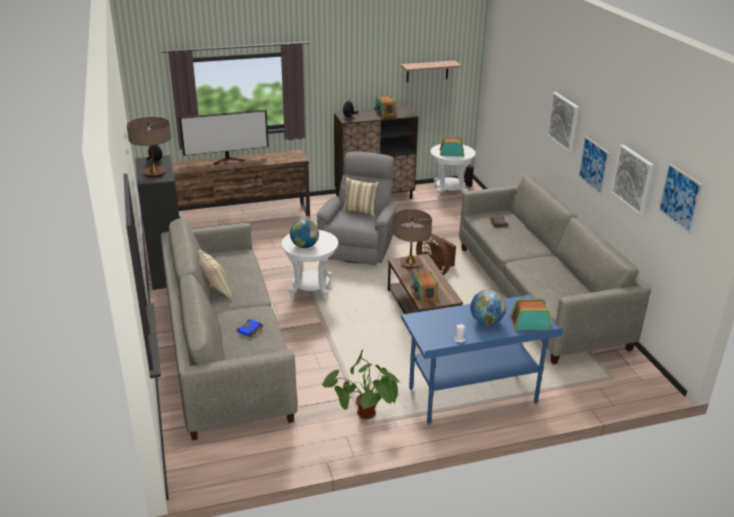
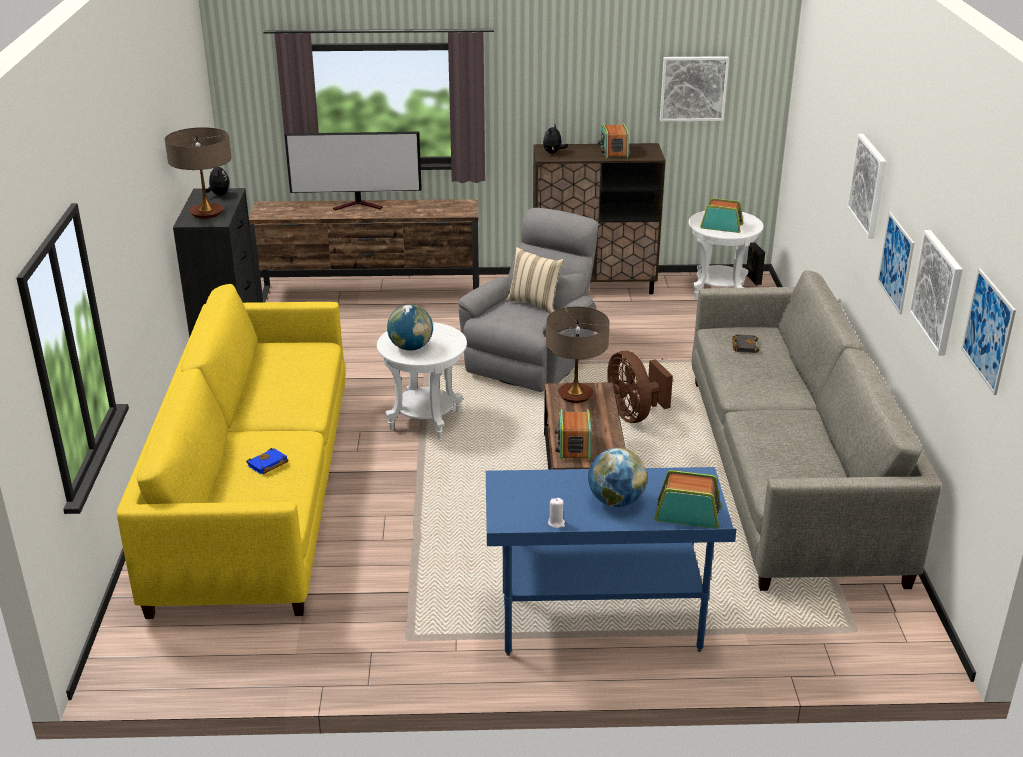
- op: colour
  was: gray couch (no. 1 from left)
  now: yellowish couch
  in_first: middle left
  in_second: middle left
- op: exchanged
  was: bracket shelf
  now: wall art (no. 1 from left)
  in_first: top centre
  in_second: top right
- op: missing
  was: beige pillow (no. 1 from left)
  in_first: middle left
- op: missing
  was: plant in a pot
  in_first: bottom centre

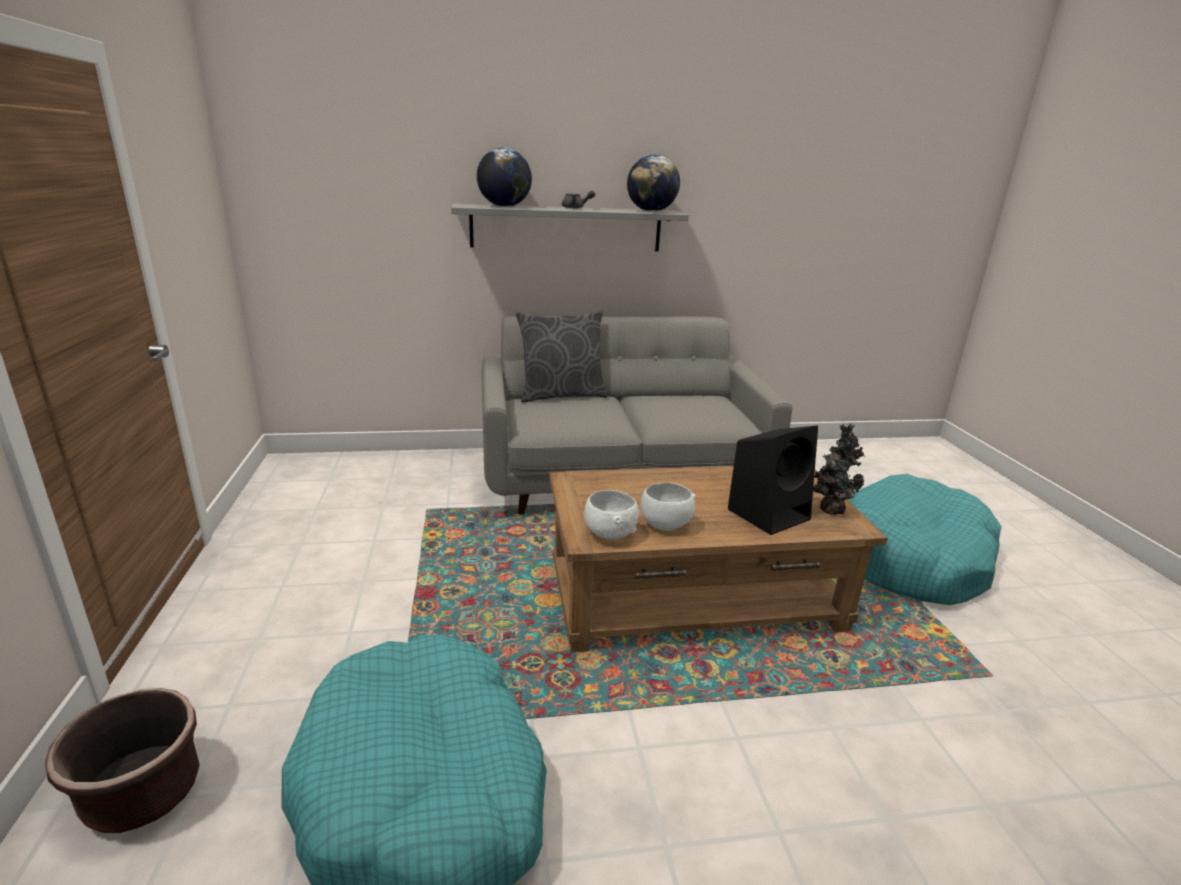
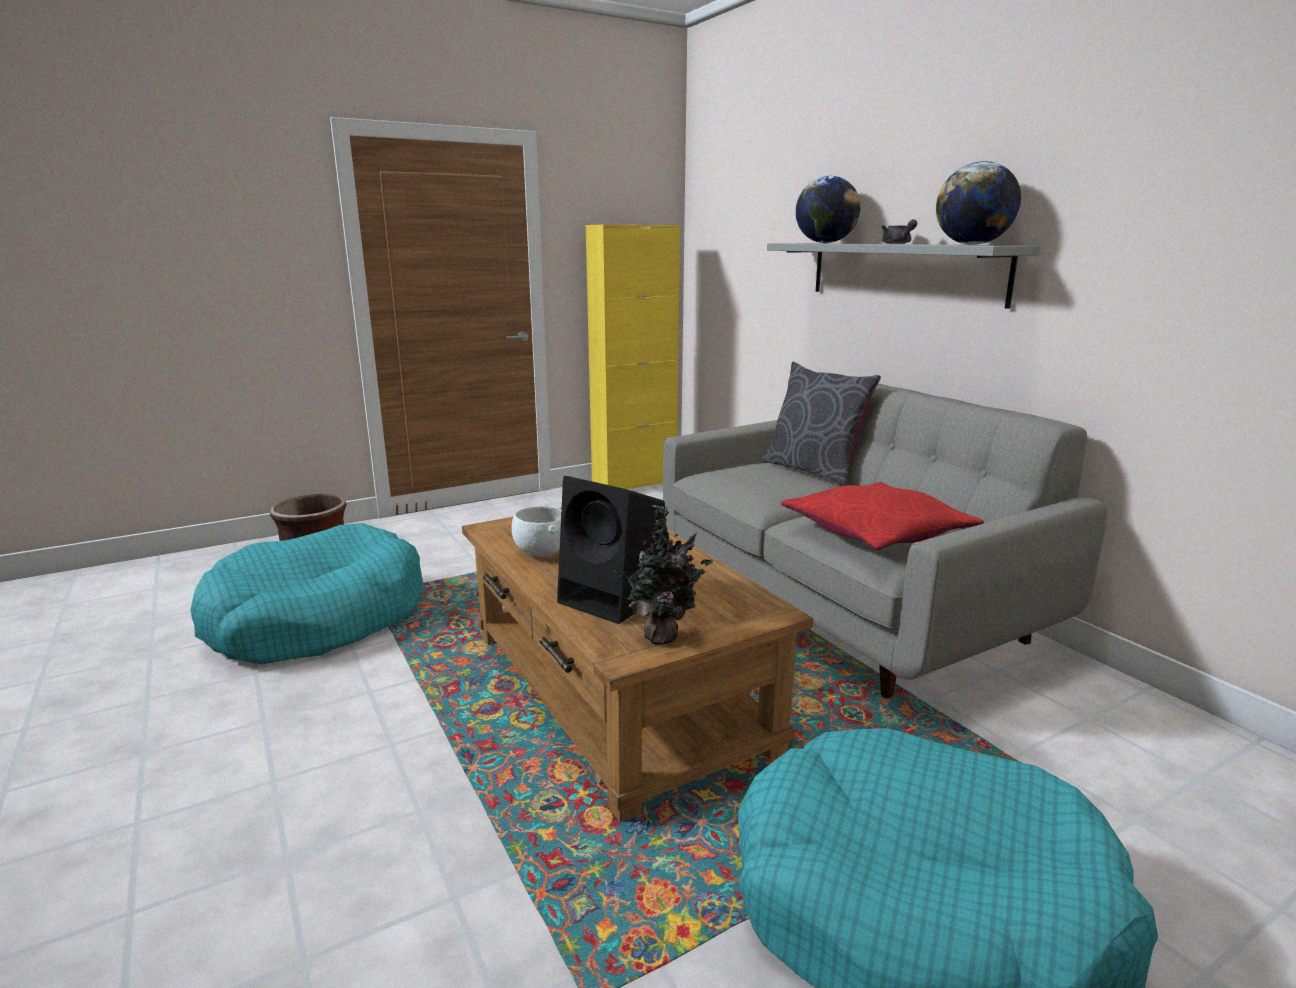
- op: appeared
  now: yellowish cupboard
  in_second: centre
- op: appeared
  now: reddish pillow
  in_second: middle right
- op: missing
  was: white-coloured serving bowl (no. 1 from left)
  in_first: centre

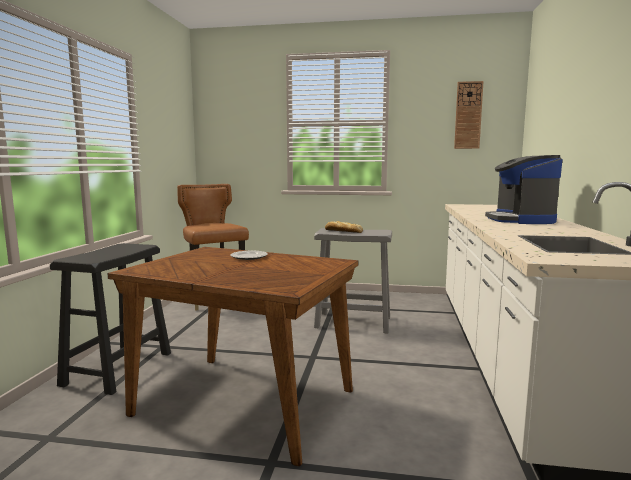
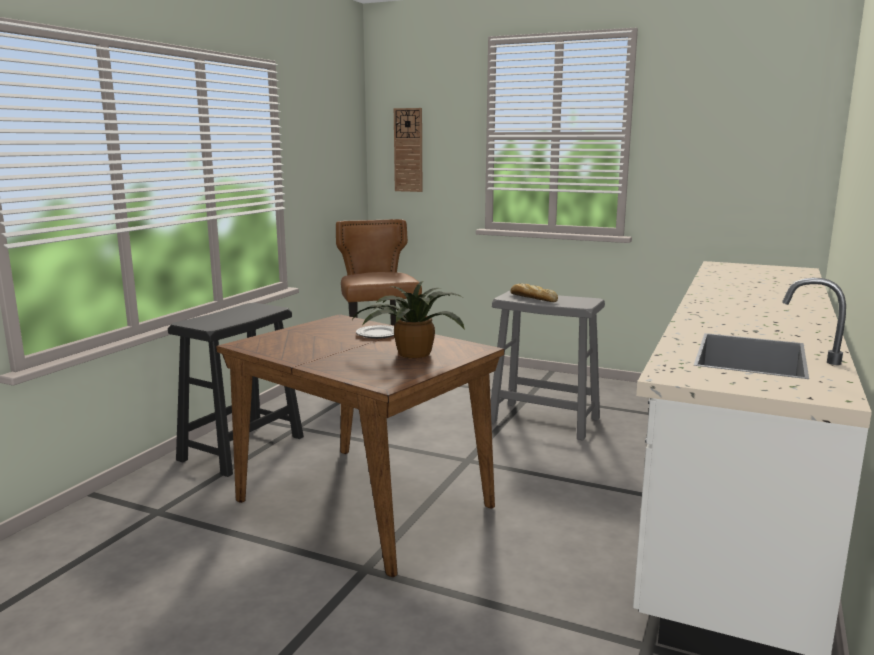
- op: appeared
  now: plant in a pot
  in_second: centre
- op: relocated
  was: wall clock
  in_first: top right
  in_second: top centre
- op: missing
  was: coffee maker
  in_first: middle right

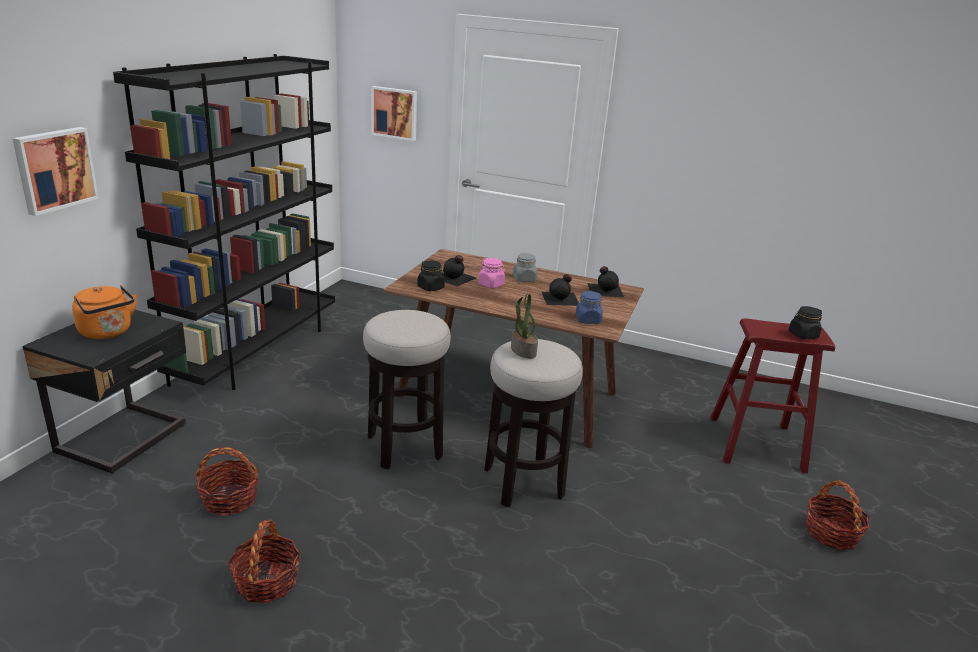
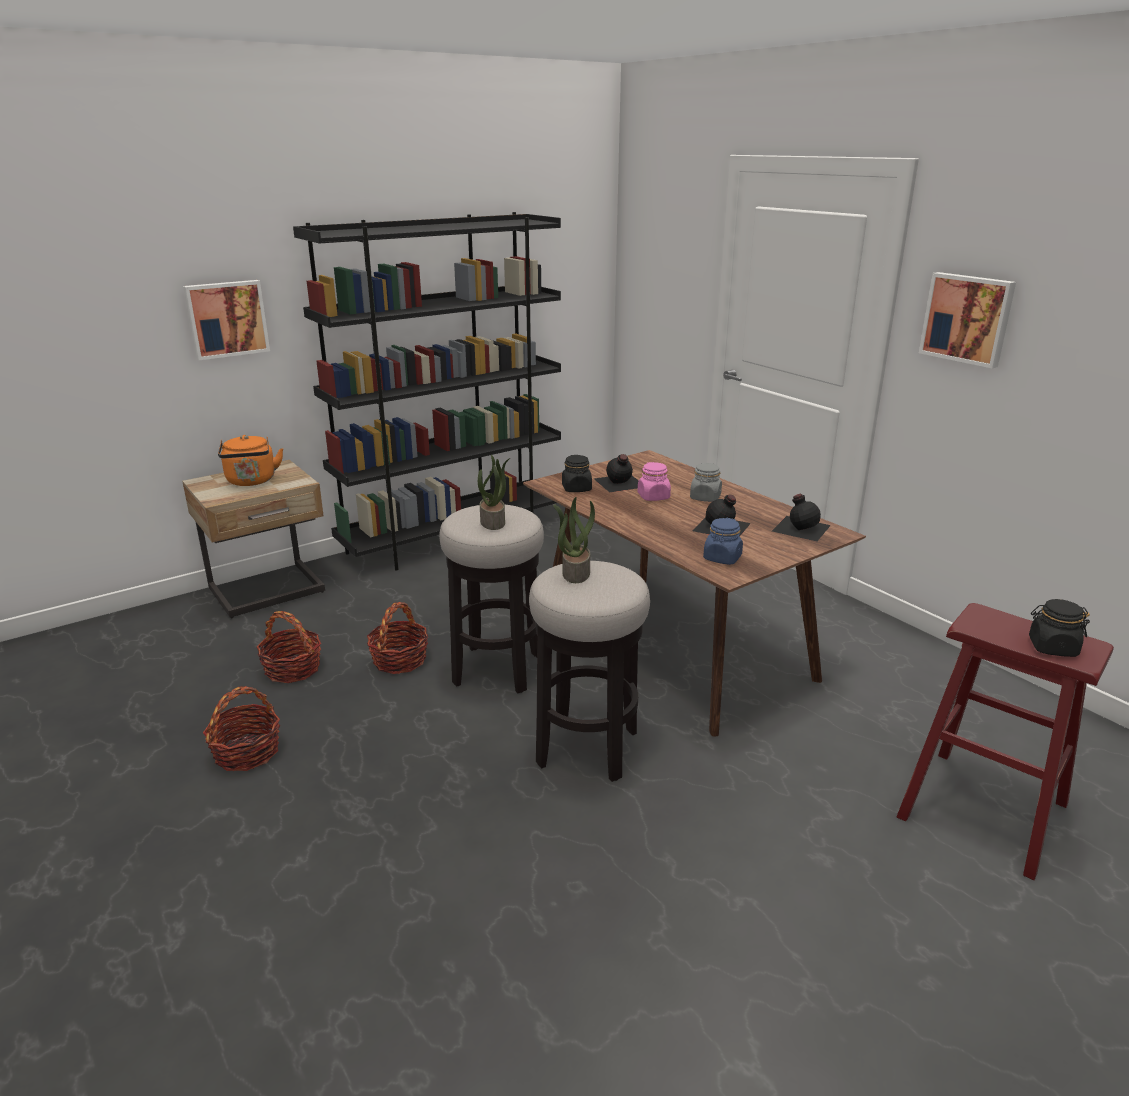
- op: colour
  was: blackish nightstand
  now: beige nightstand
  in_first: middle left
  in_second: middle left
- op: relocated
  was: household basket (no. 3 from left)
  in_first: bottom right
  in_second: centre
- op: appeared
  now: plant in a pot (no. 1 from left)
  in_second: centre
- op: relocated
  was: wall art (no. 2 from left)
  in_first: top centre
  in_second: top right

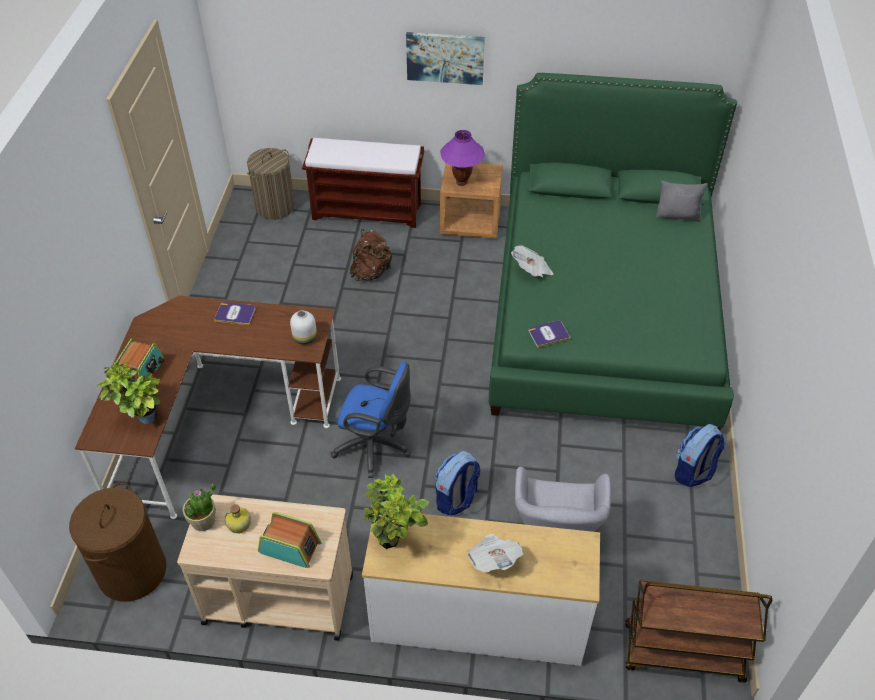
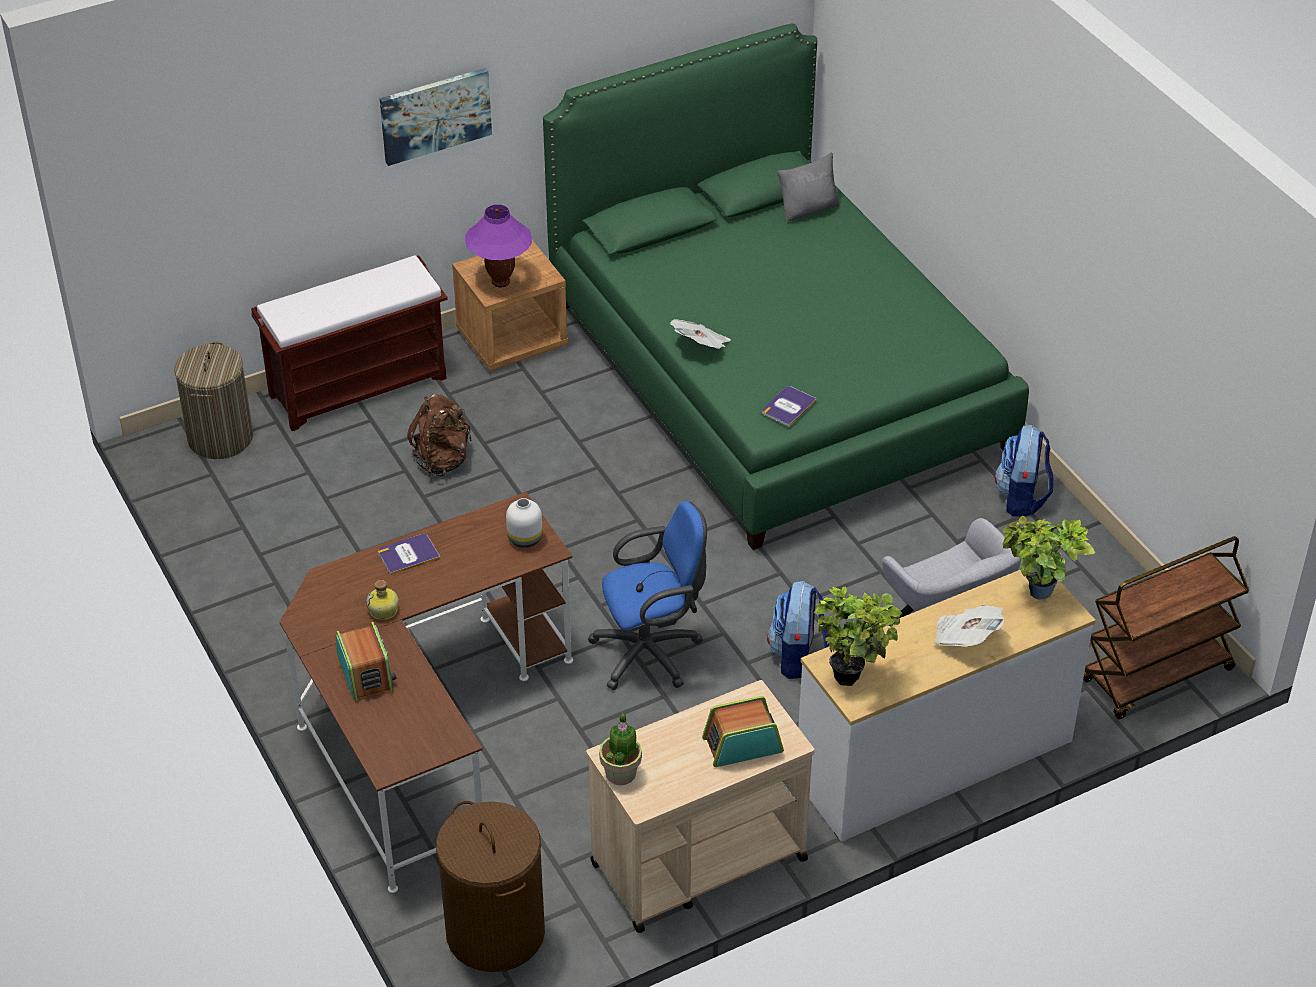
- op: relocated
  was: bottle
  in_first: bottom left
  in_second: middle left
- op: relocated
  was: plant in a pot (no. 1 from left in the first image)
  now: plant in a pot (no. 3 from left)
  in_first: middle left
  in_second: middle right

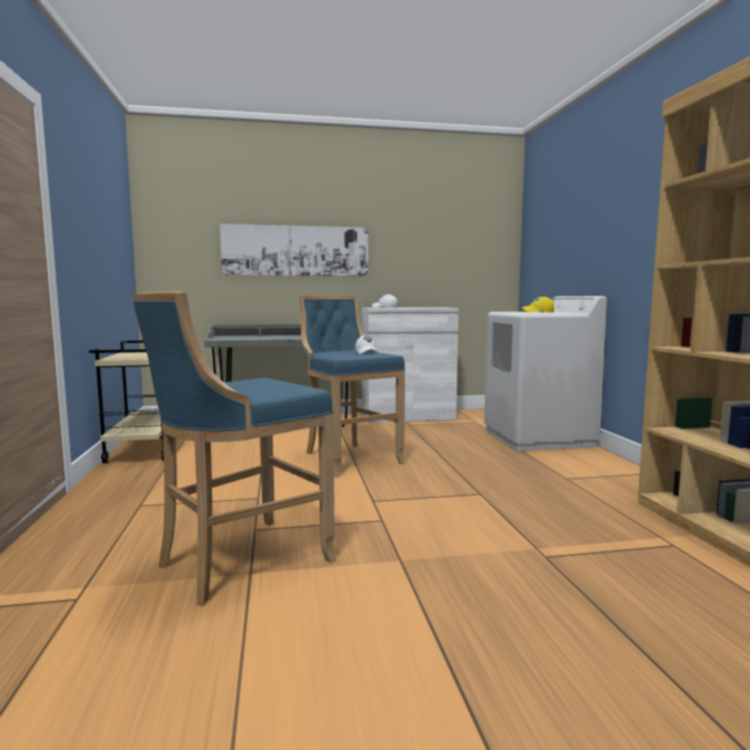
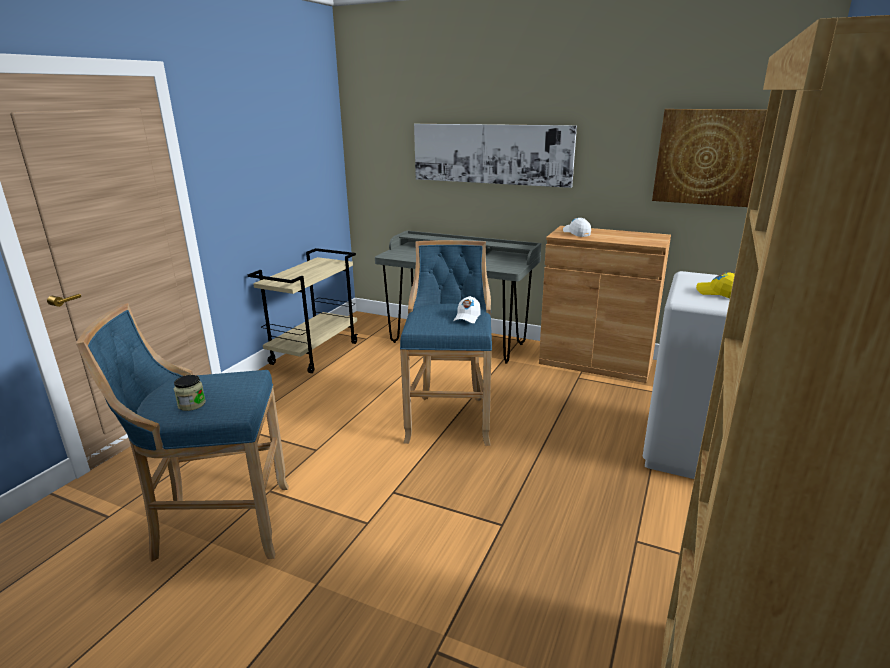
- op: appeared
  now: jar
  in_second: middle left
- op: colour
  was: white-coloured cupboard
  now: brown cupboard
  in_first: centre
  in_second: middle right
- op: appeared
  now: wall art (no. 2 from left)
  in_second: top right

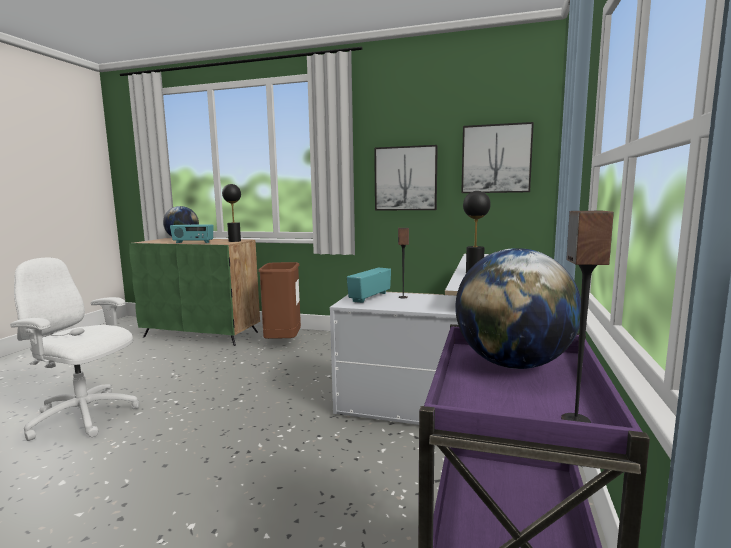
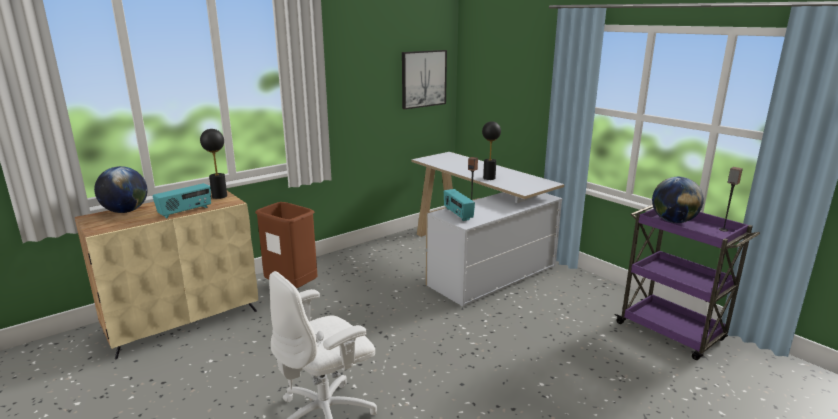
- op: colour
  was: greenish cupboard
  now: beige cupboard
  in_first: middle left
  in_second: middle left
- op: missing
  was: wall art (no. 1 from left)
  in_first: top centre

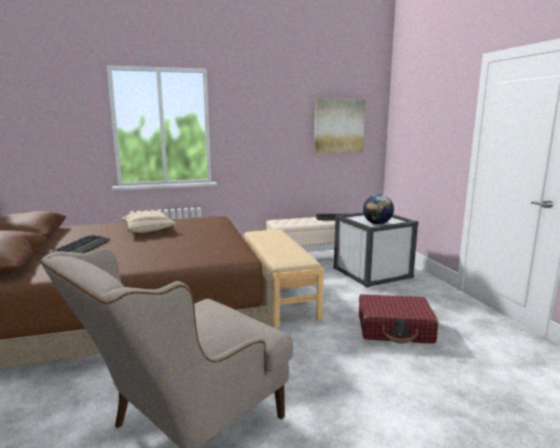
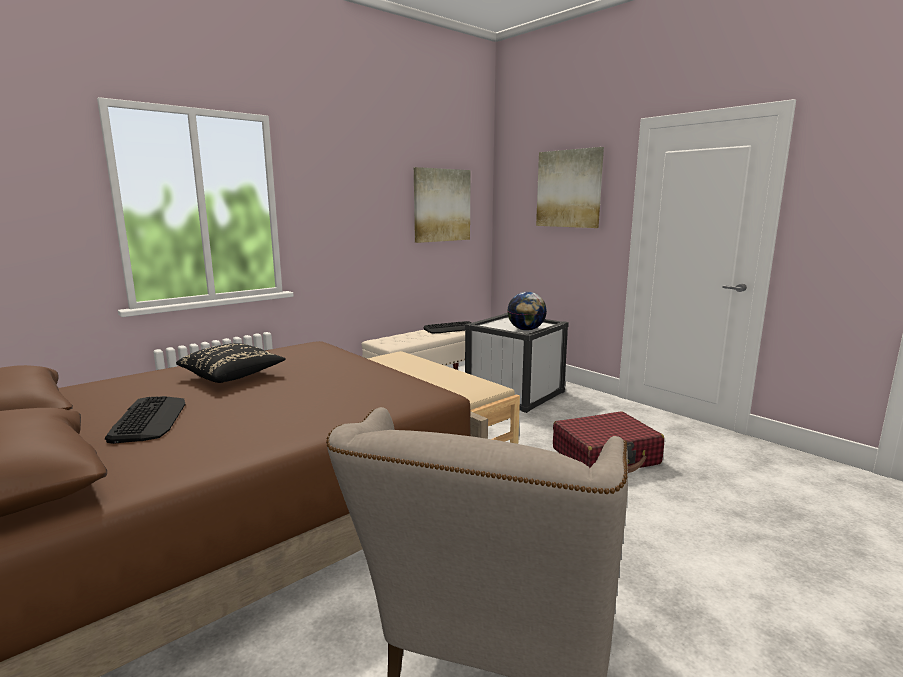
- op: colour
  was: beige pillow
  now: blackish pillow
  in_first: middle left
  in_second: middle left
- op: appeared
  now: wall art (no. 2 from left)
  in_second: top centre

